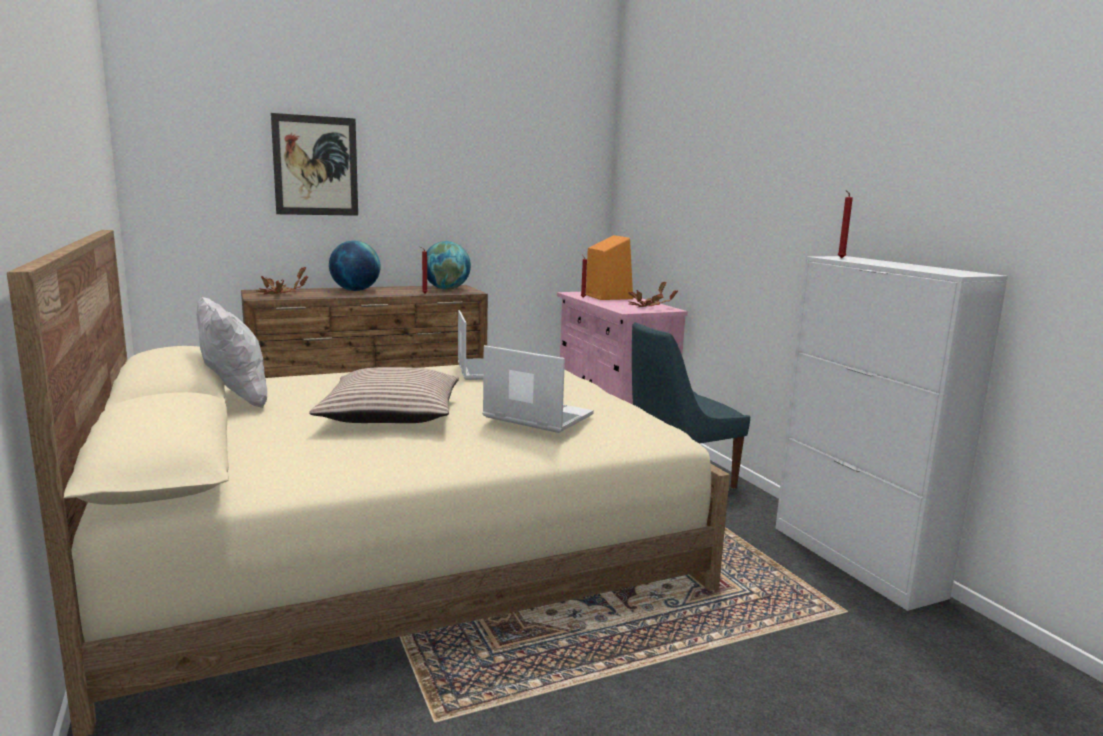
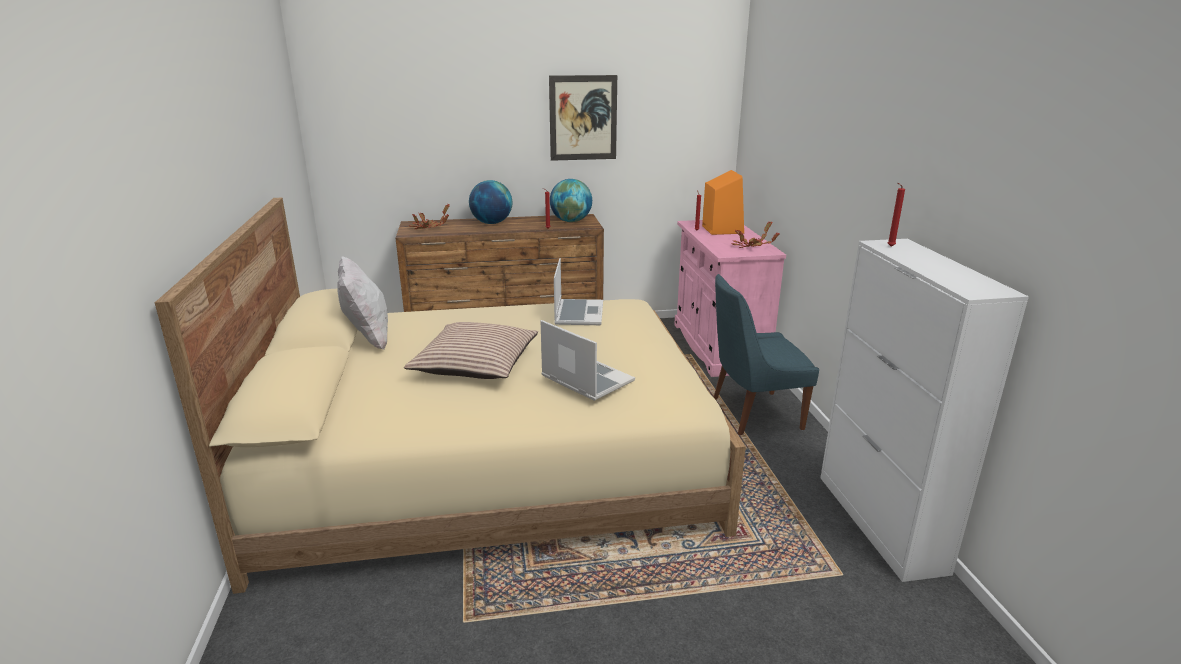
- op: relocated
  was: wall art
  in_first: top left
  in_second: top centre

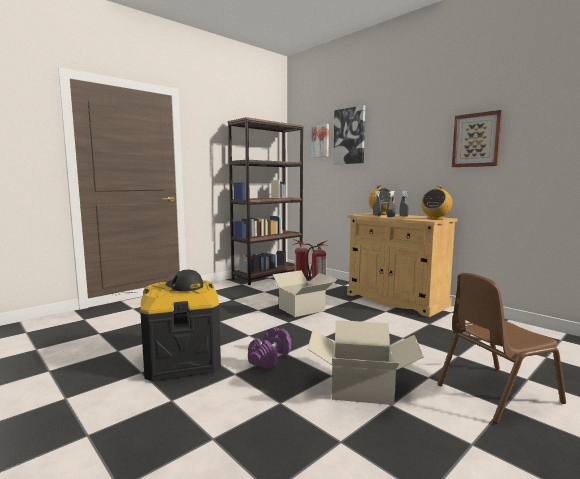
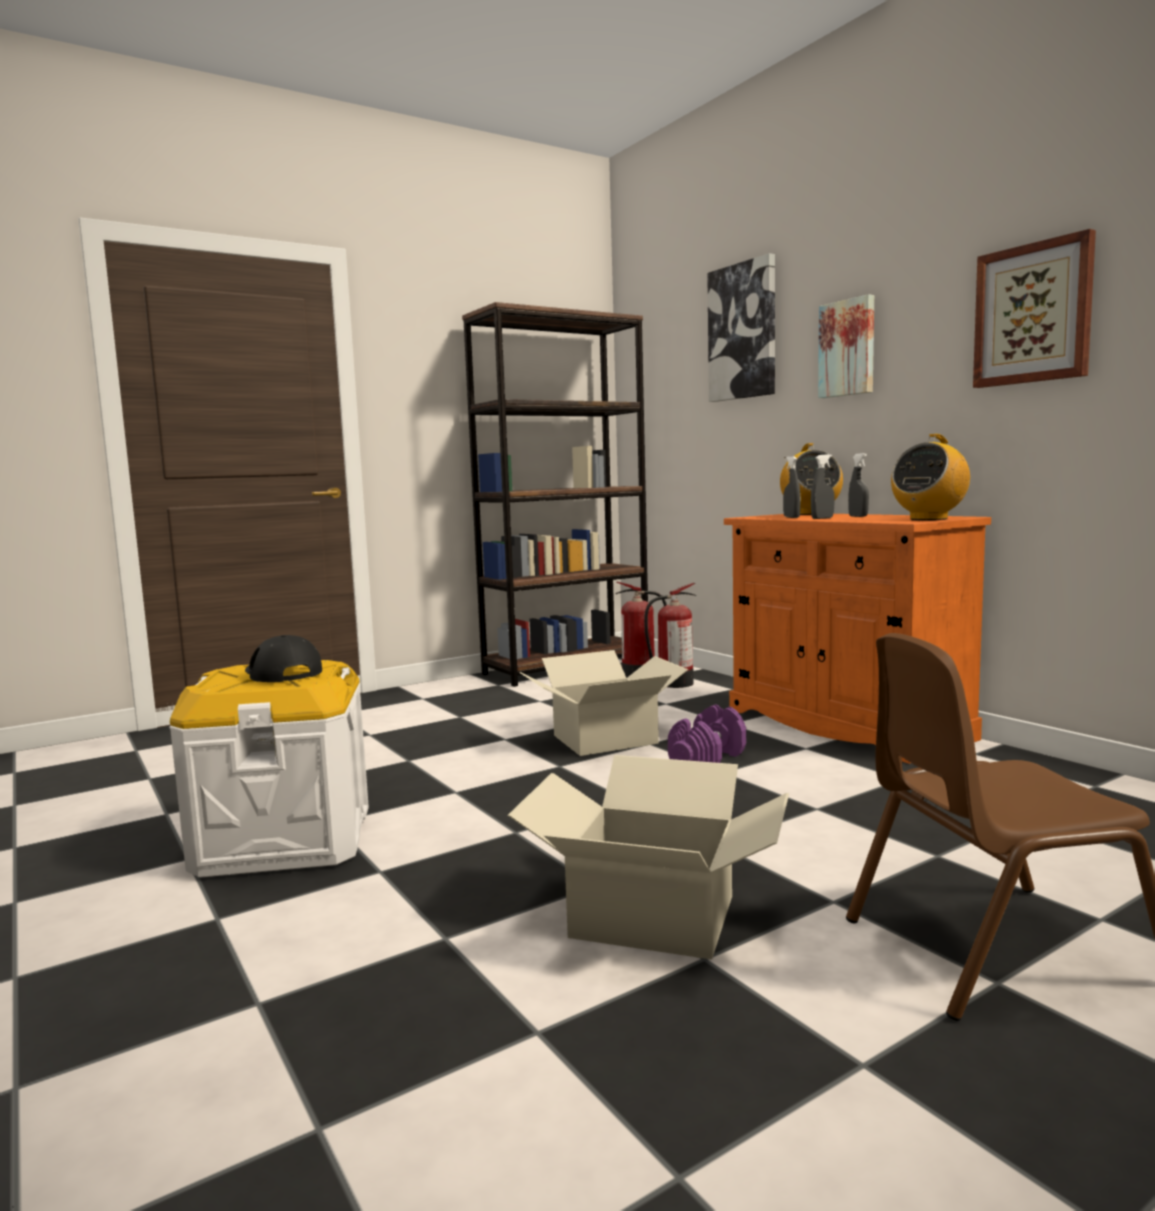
- op: colour
  was: blackish storage bin
  now: white-coloured storage bin
  in_first: bottom left
  in_second: middle left
- op: relocated
  was: purplish free weight
  in_first: bottom centre
  in_second: centre
- op: colour
  was: beige cupboard
  now: orangey cupboard
  in_first: middle right
  in_second: middle right
- op: relocated
  was: wall art (no. 1 from left in the first image)
  now: wall art (no. 2 from left)
  in_first: top centre
  in_second: top right

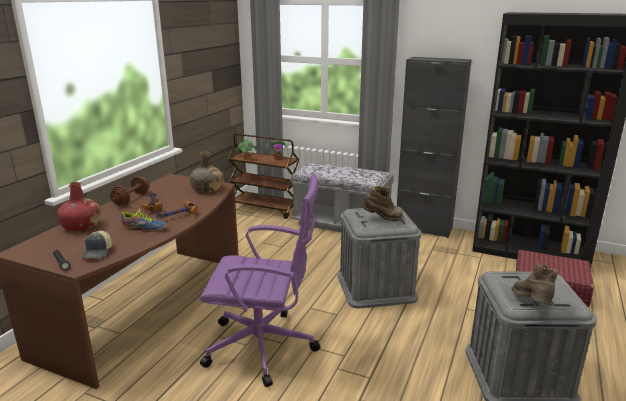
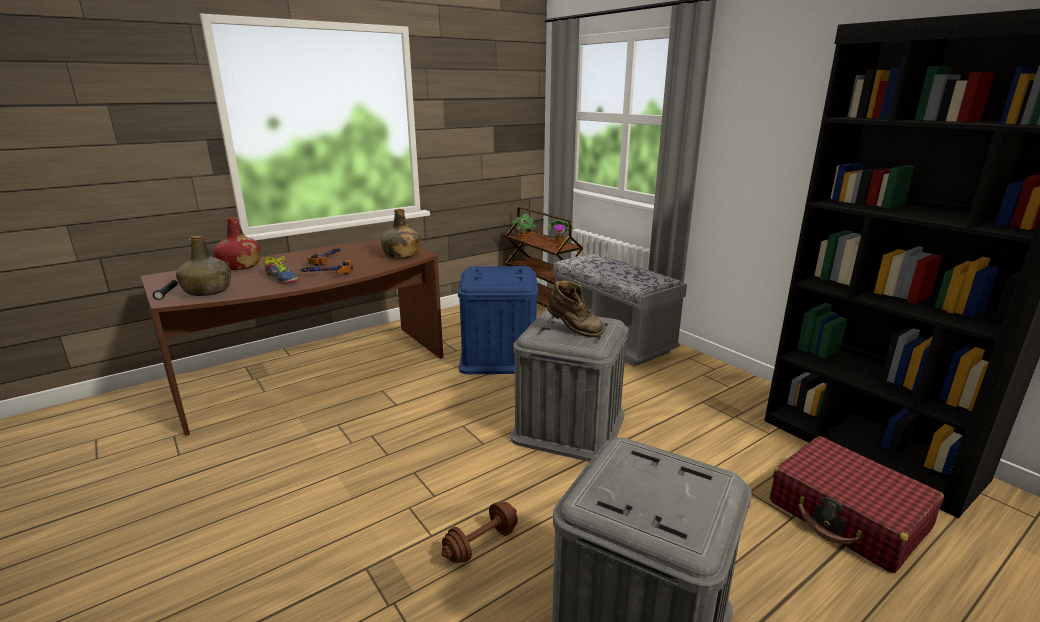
- op: exchanged
  was: peaked cap
  now: greenish bottle (no. 1 from left)
  in_first: middle left
  in_second: middle left
- op: relocated
  was: brown free weight
  in_first: middle left
  in_second: bottom centre
- op: appeared
  now: blue storage bin
  in_second: centre
- op: missing
  was: purplish desk chair
  in_first: bottom centre
- op: missing
  was: blackish cupboard
  in_first: middle right
- op: missing
  was: brown high-top boot (no. 2 from left)
  in_first: bottom right

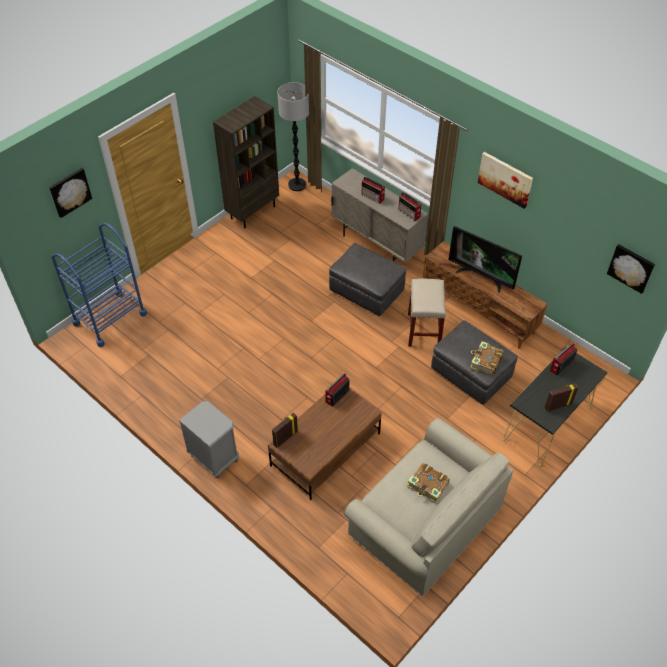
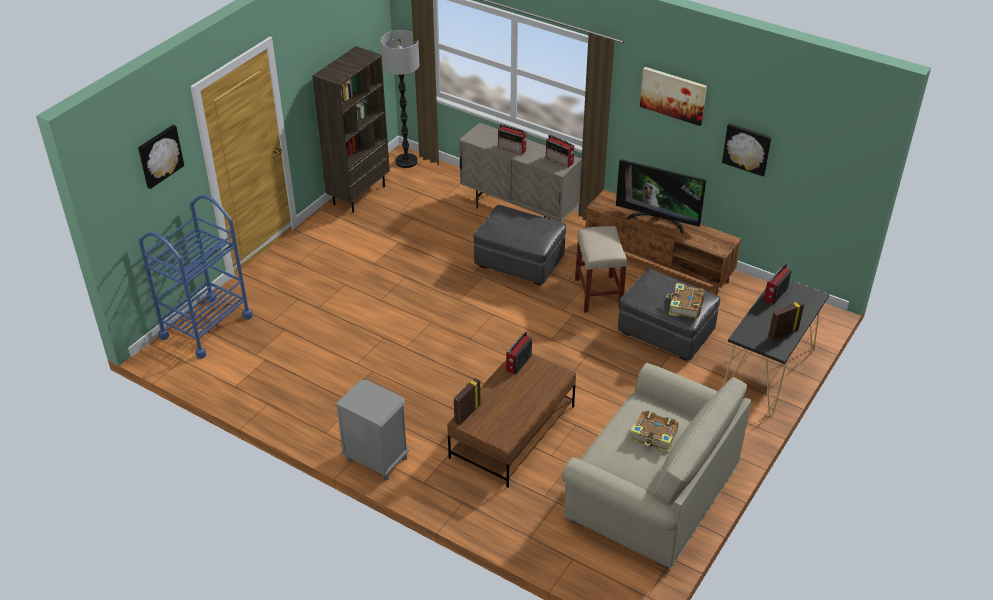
- op: relocated
  was: wall art (no. 3 from left)
  in_first: middle right
  in_second: top right

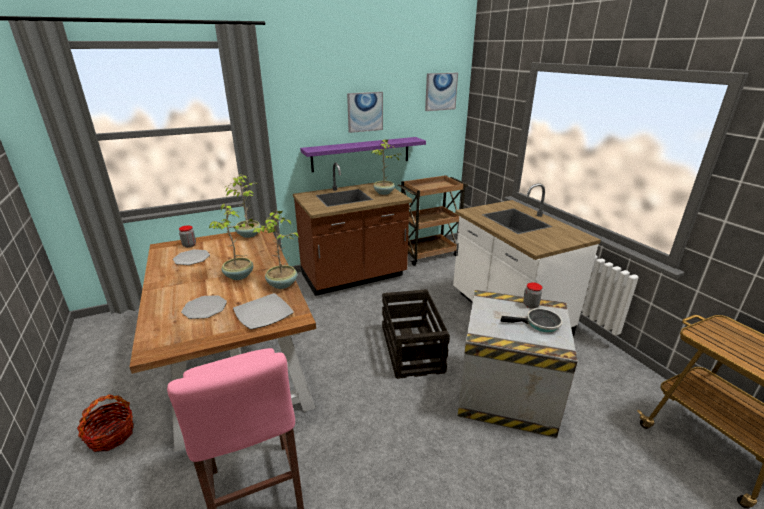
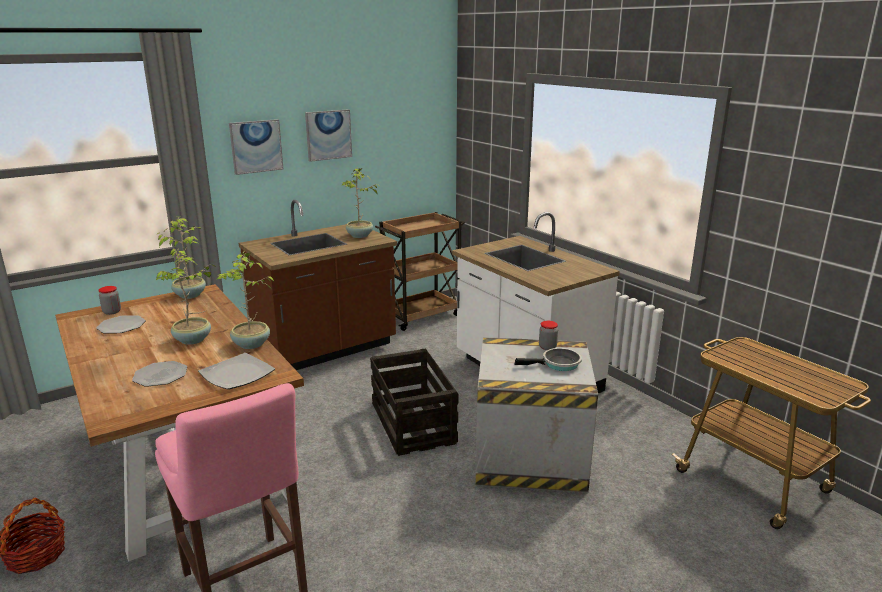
- op: relocated
  was: wall art (no. 2 from left in the first image)
  now: wall art (no. 1 from left)
  in_first: top centre
  in_second: top left
- op: missing
  was: purplish bracket shelf
  in_first: top centre

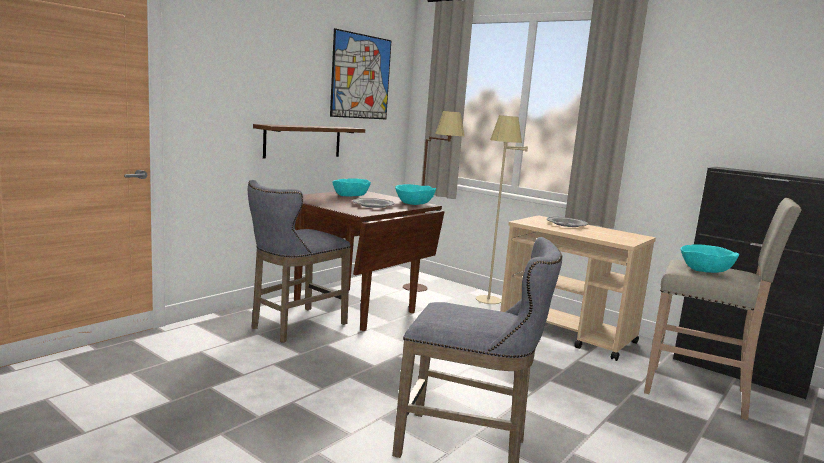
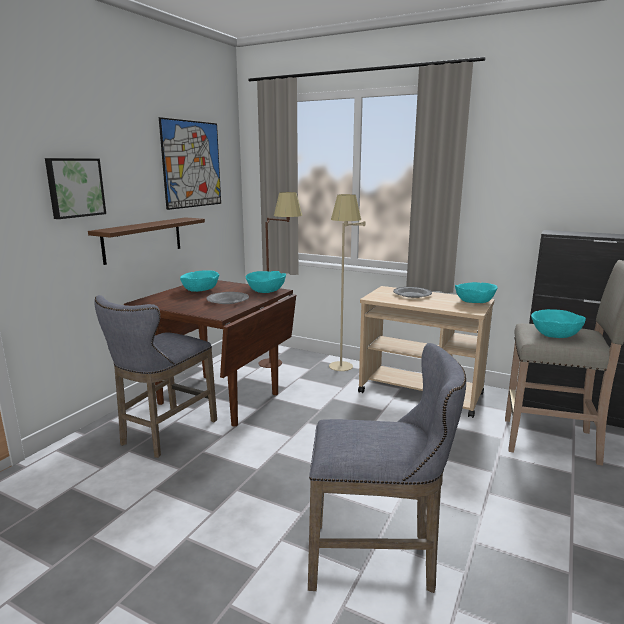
- op: appeared
  now: wall art (no. 1 from left)
  in_second: top left
- op: appeared
  now: turquoise-coloured serving bowl (no. 3 from left)
  in_second: middle right

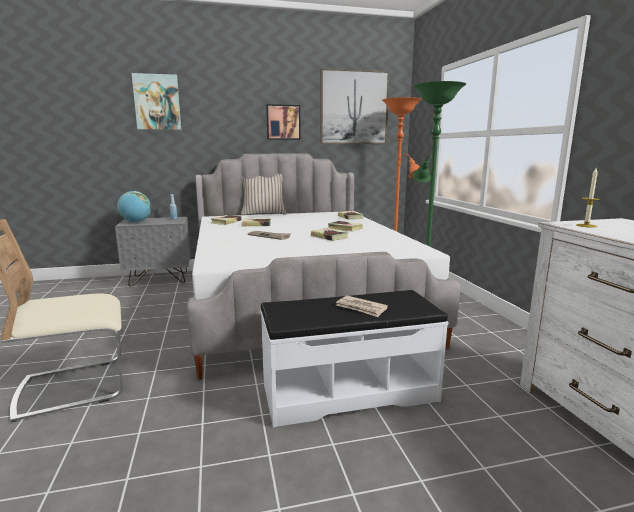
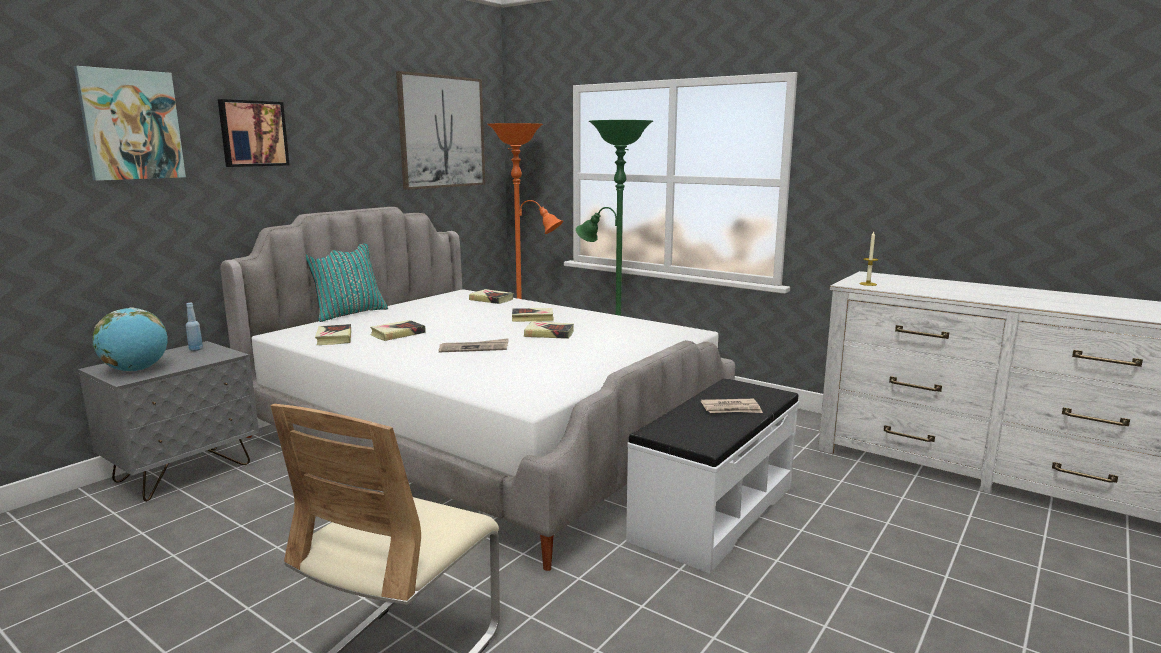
- op: relocated
  was: wall art (no. 2 from left)
  in_first: top centre
  in_second: top left
- op: colour
  was: beige pillow
  now: turquoise-coloured pillow
  in_first: centre
  in_second: middle left

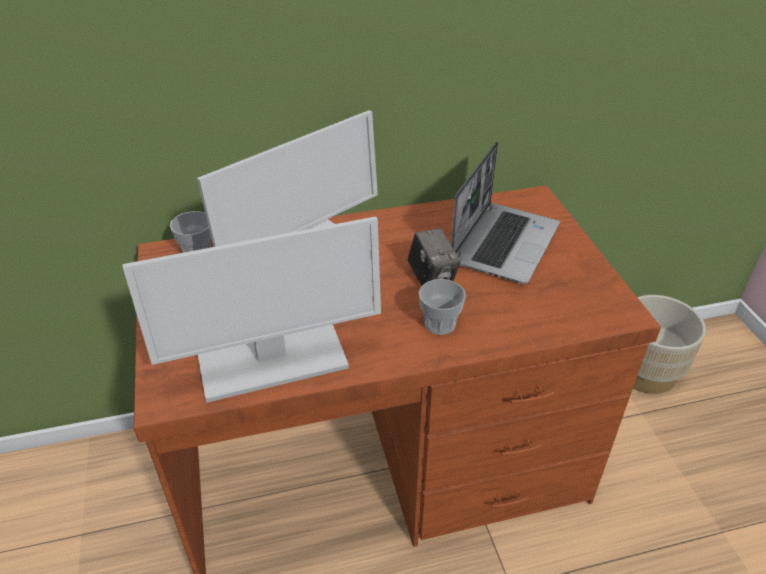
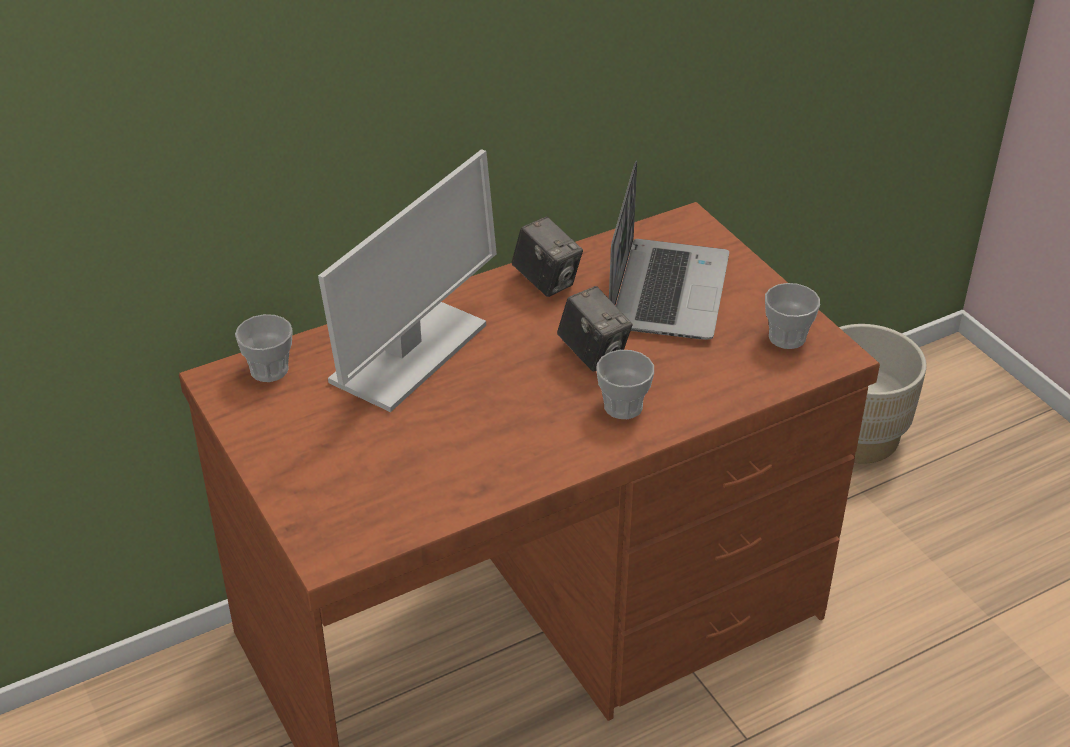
- op: appeared
  now: still camera (no. 1 from left)
  in_second: centre
- op: appeared
  now: small cup (no. 3 from left)
  in_second: middle right
- op: missing
  was: monitor (no. 1 from left)
  in_first: middle left

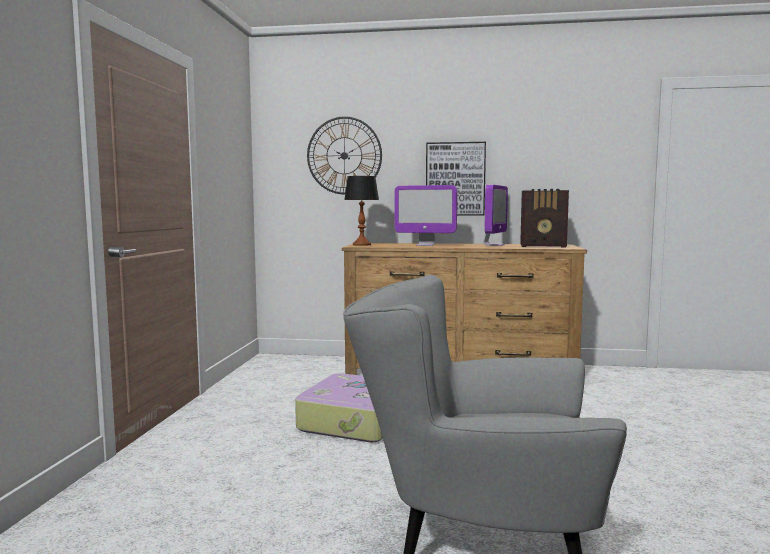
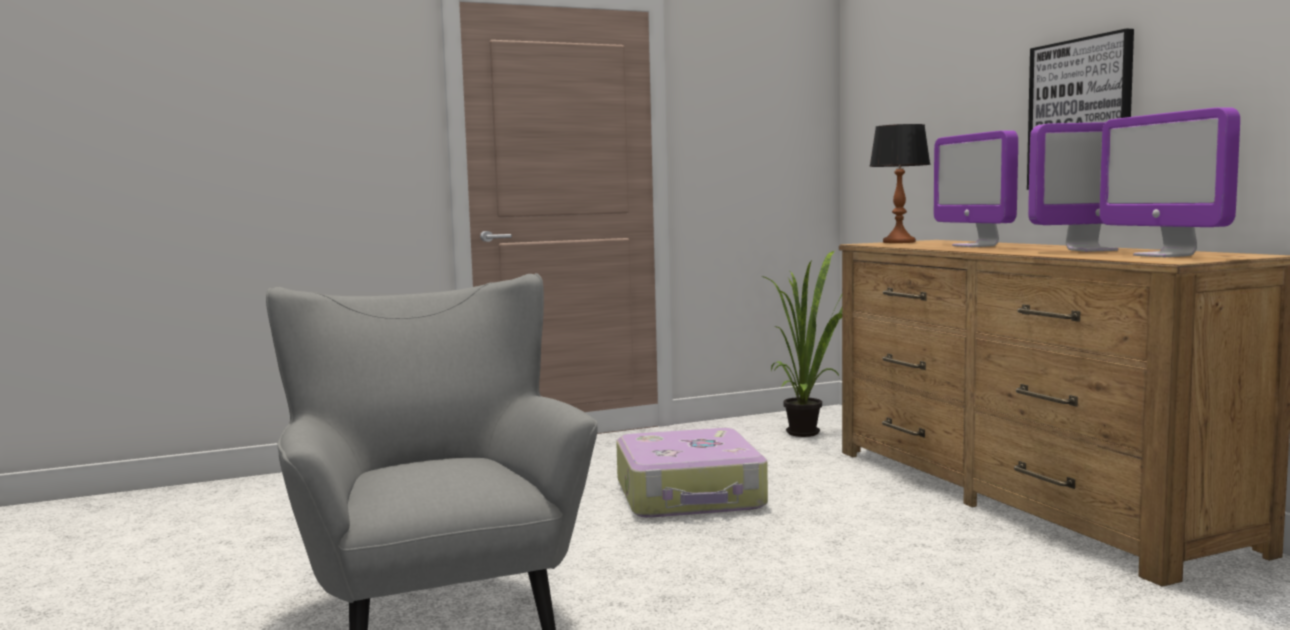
- op: appeared
  now: plant in a pot
  in_second: centre
- op: exchanged
  was: radio set
  now: monitor (no. 3 from left)
  in_first: middle right
  in_second: top right
- op: missing
  was: wall clock
  in_first: top centre

